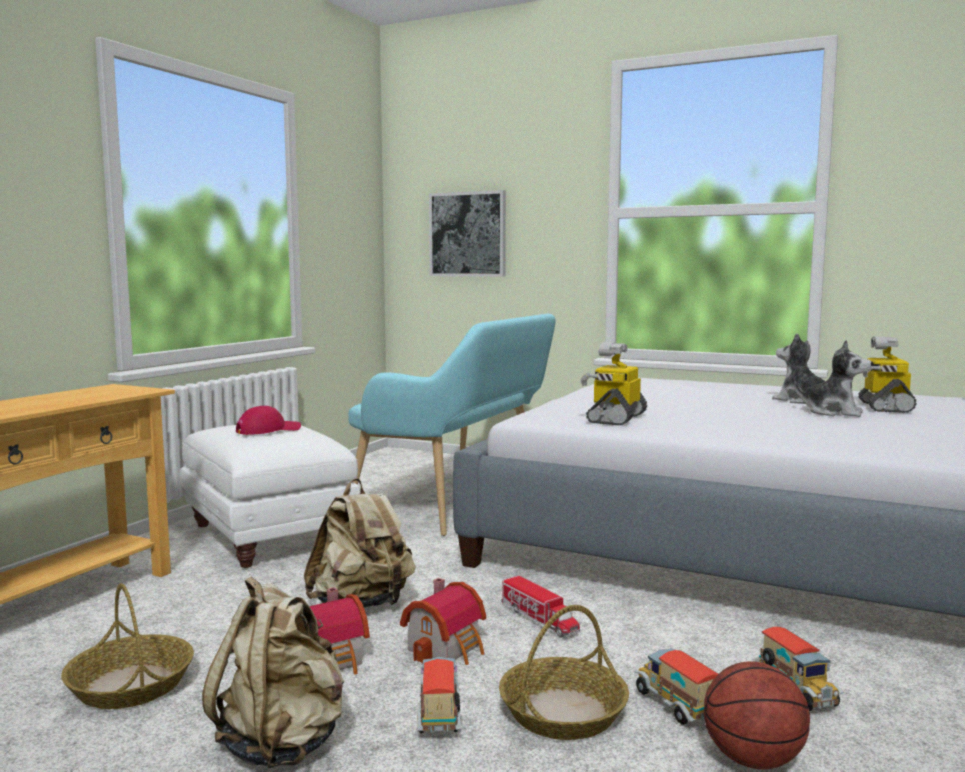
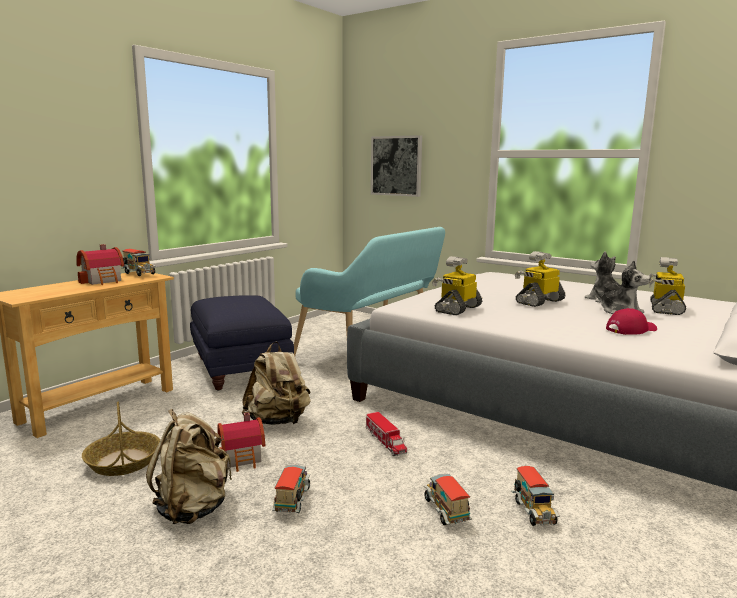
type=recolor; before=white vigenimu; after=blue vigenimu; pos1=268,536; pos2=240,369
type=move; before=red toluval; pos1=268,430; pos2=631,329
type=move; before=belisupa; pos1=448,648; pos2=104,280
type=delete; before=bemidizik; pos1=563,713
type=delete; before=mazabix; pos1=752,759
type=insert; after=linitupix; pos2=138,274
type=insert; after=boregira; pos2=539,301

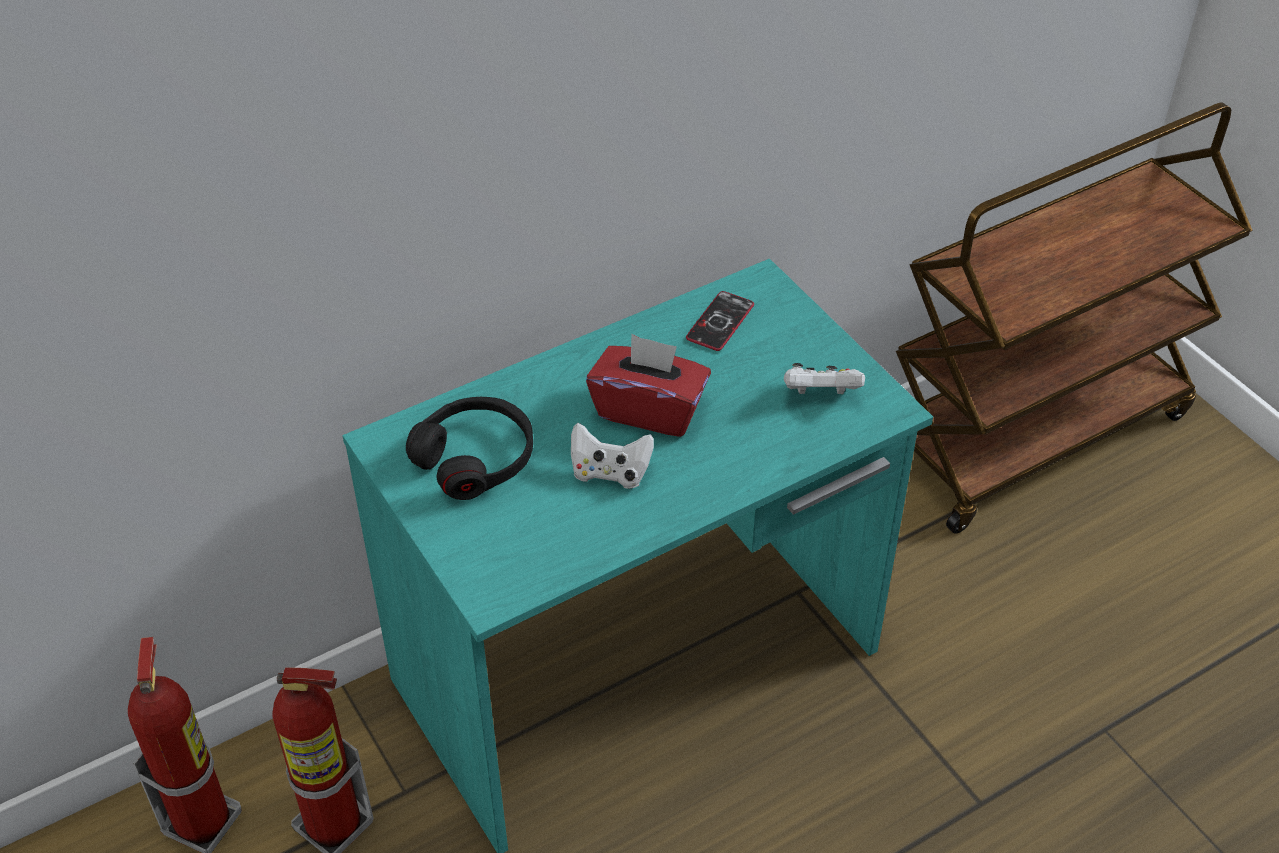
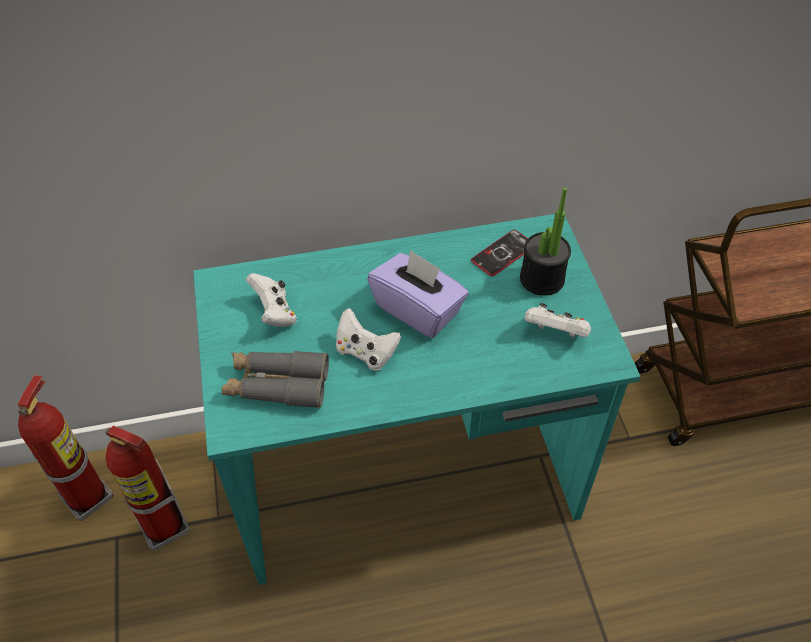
type=replace; before=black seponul; after=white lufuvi; pos1=475,458; pos2=275,313
type=recolor; before=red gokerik; after=purple gokerik; pos1=649,410; pos2=418,309
type=insert; after=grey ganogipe; pos2=277,385
type=insert; after=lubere; pos2=542,279

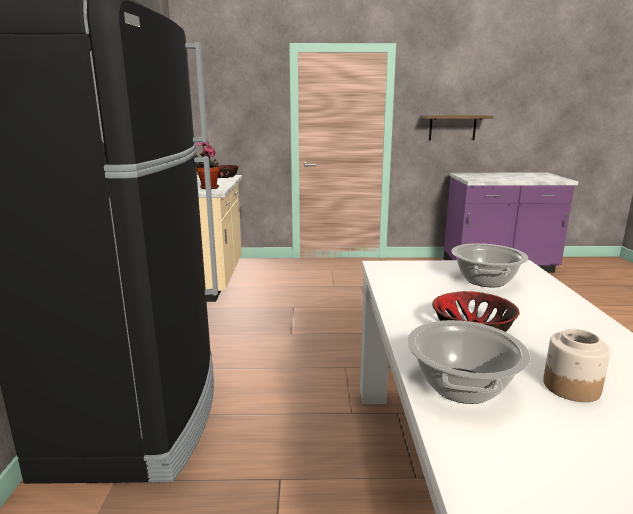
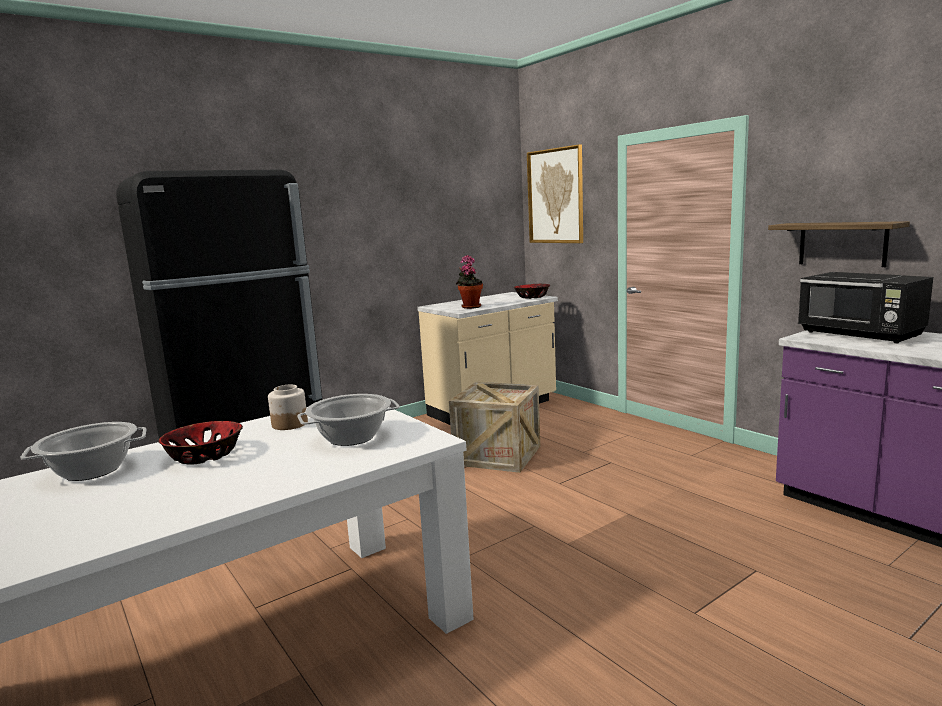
type=move; before=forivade; pos1=571,387; pos2=289,424
type=insert; after=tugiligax; pos2=497,455
type=insert; after=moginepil; pos2=555,196
type=insert; after=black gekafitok; pos2=860,334

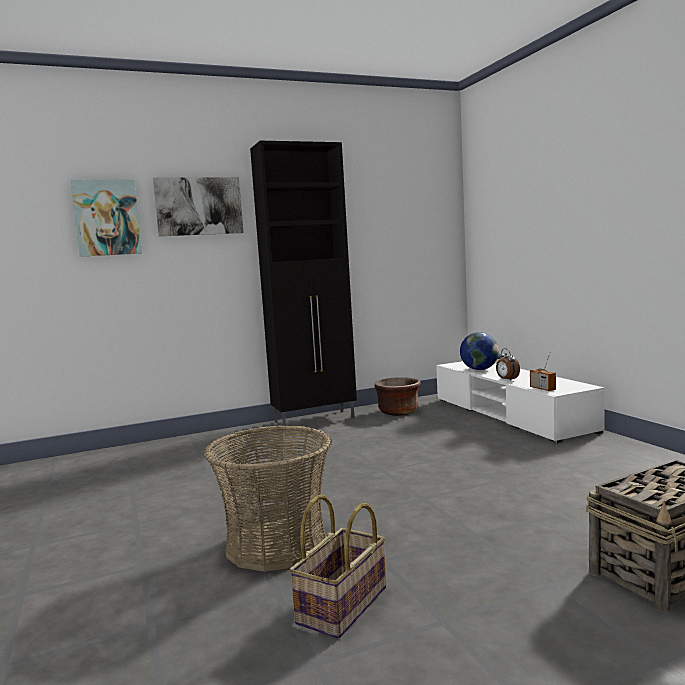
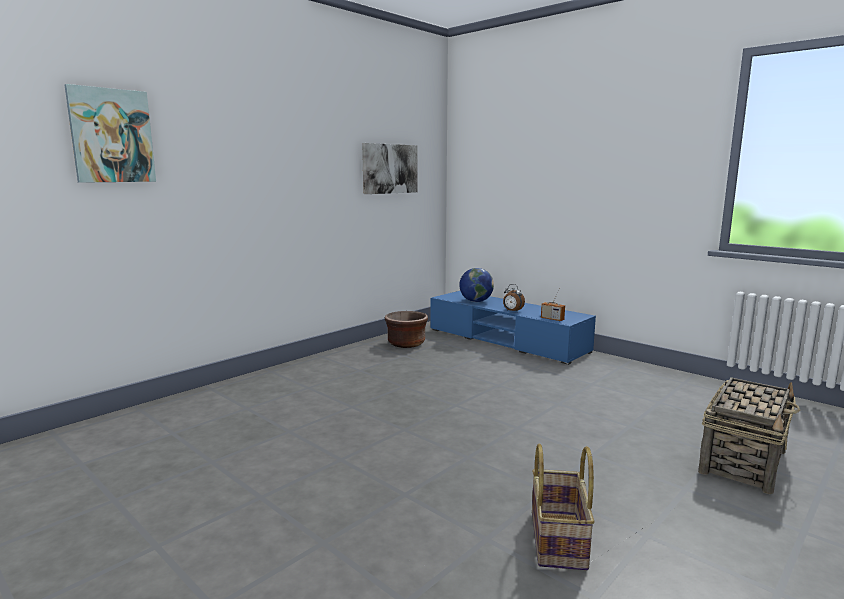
type=move; before=moginepil; pos1=199,206; pos2=389,168
type=delete; before=bemidizik; pos1=276,544
type=delete; before=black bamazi; pos1=316,420
type=recolor; before=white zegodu; after=blue zegodu; pos1=510,414; pos2=506,340

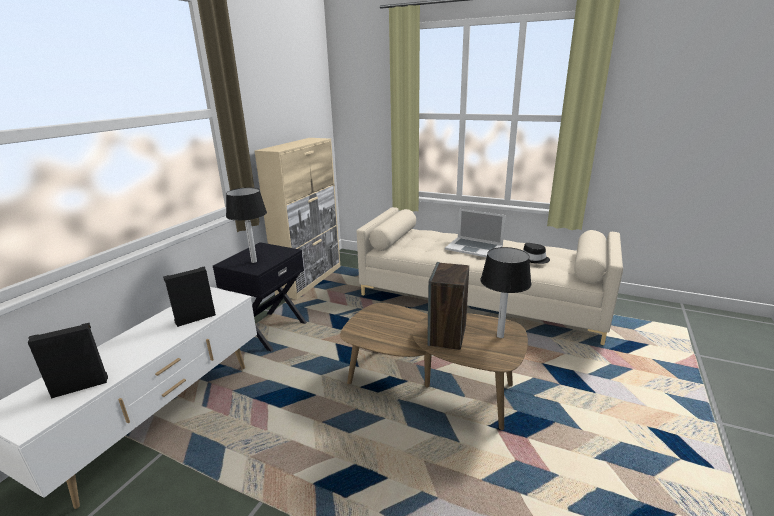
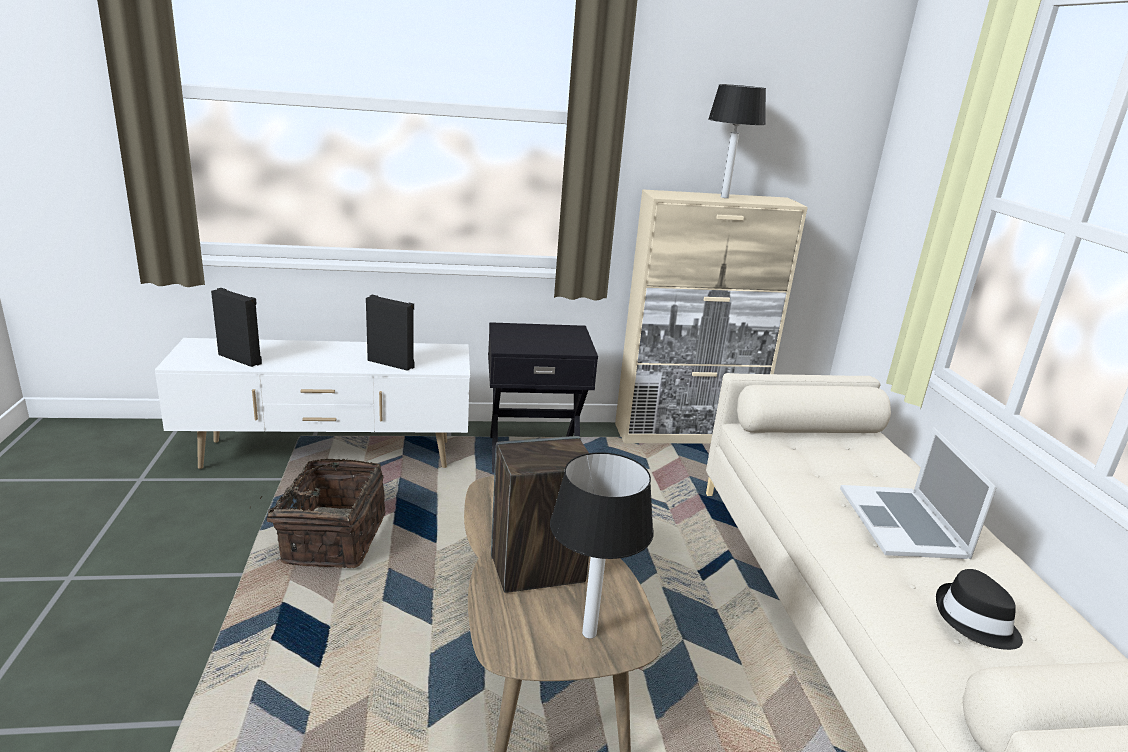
type=move; before=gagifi; pos1=254,261; pos2=724,197
type=insert; after=bemidizik; pos2=331,538

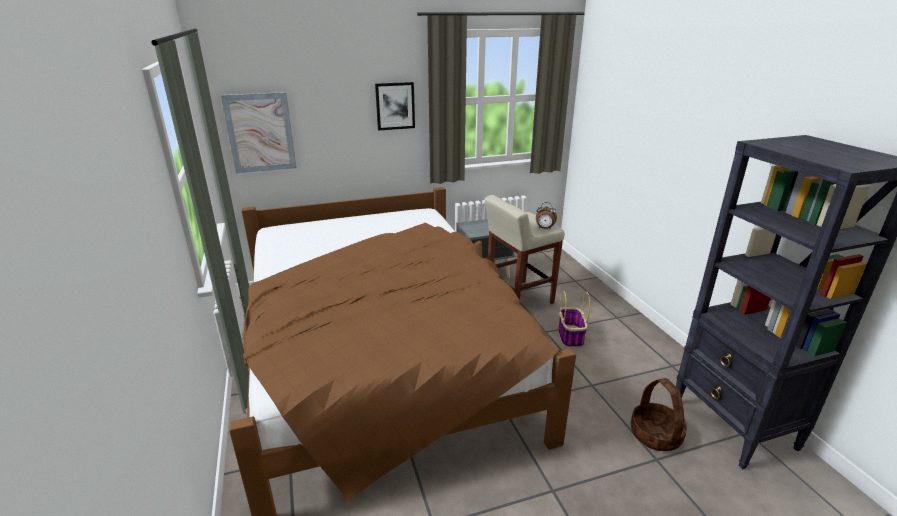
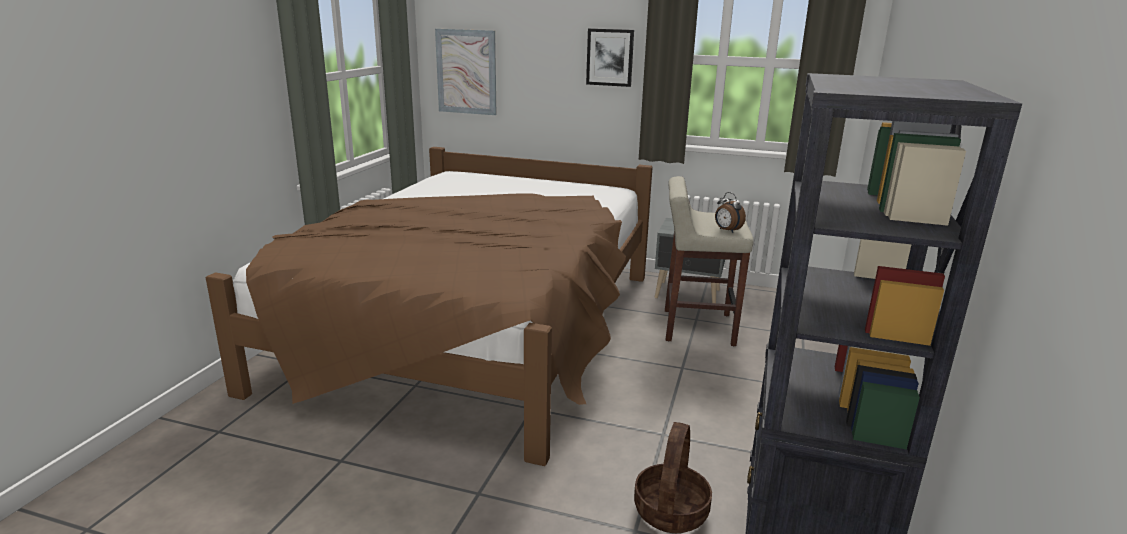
type=delete; before=bemidizik; pos1=571,337

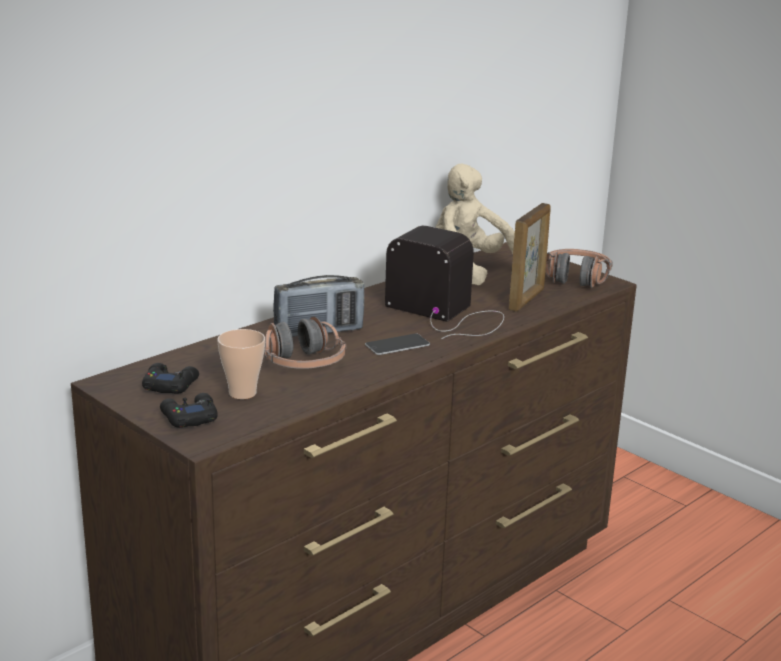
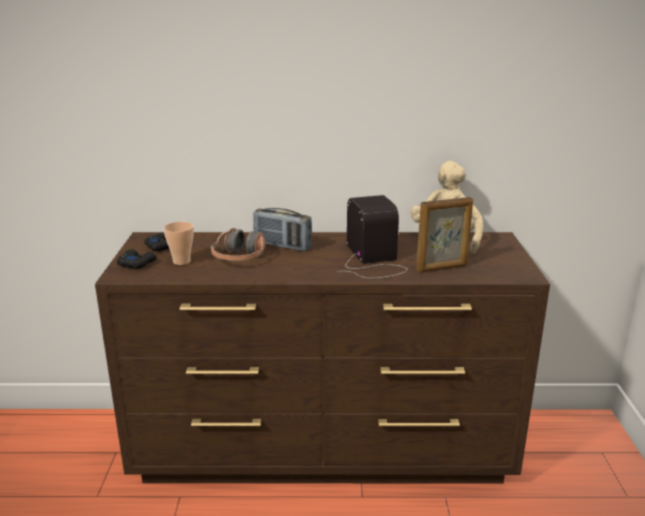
type=delete; before=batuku; pos1=397,345
type=delete; before=seponul; pos1=576,278

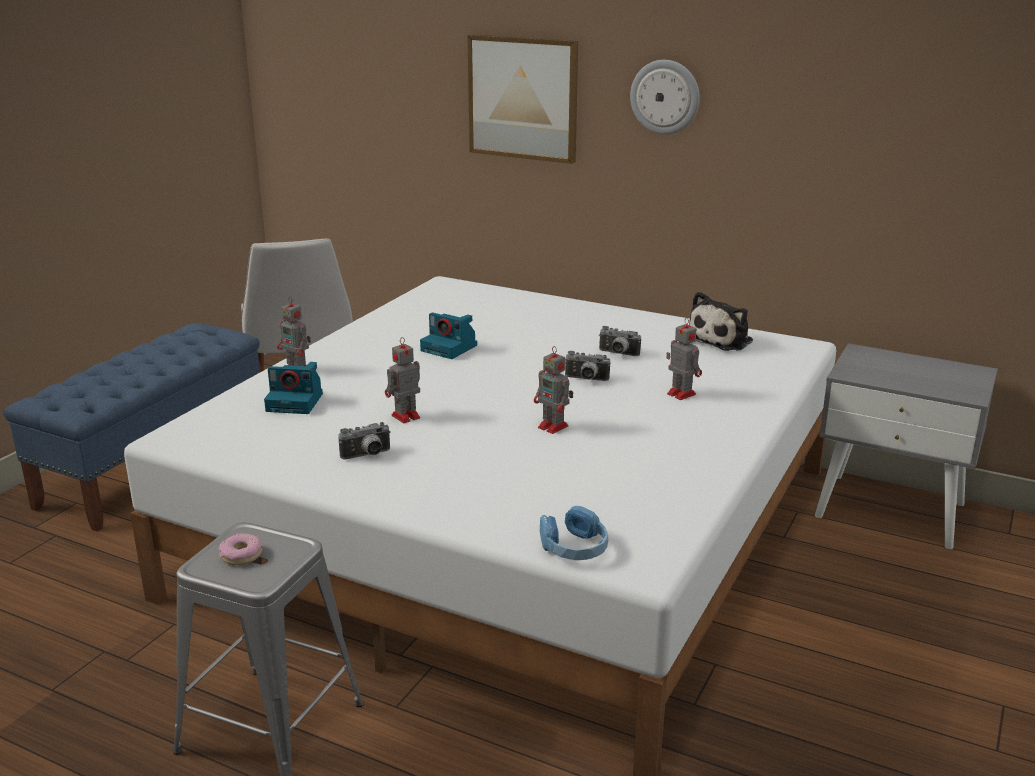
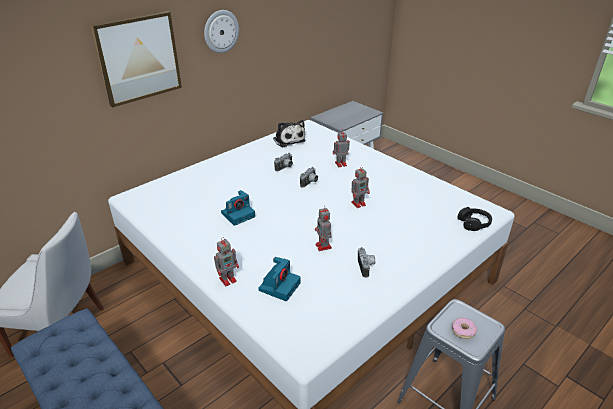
type=recolor; before=blue seponul; after=black seponul; pos1=573,548; pos2=474,223

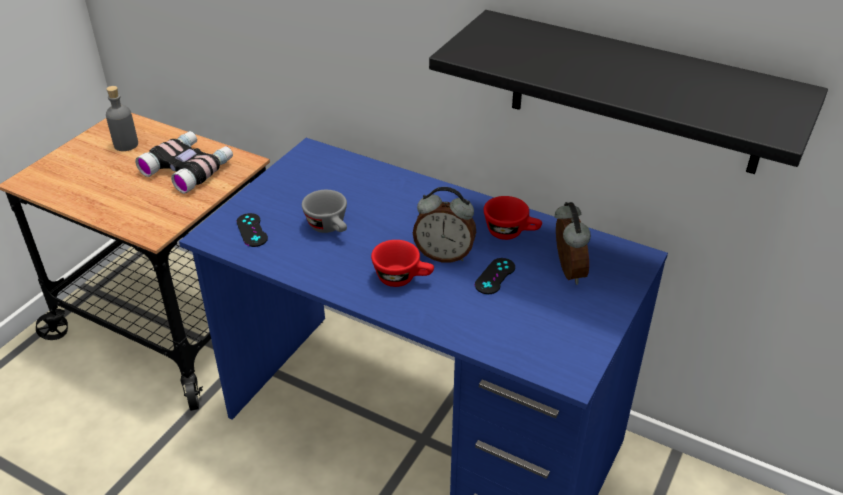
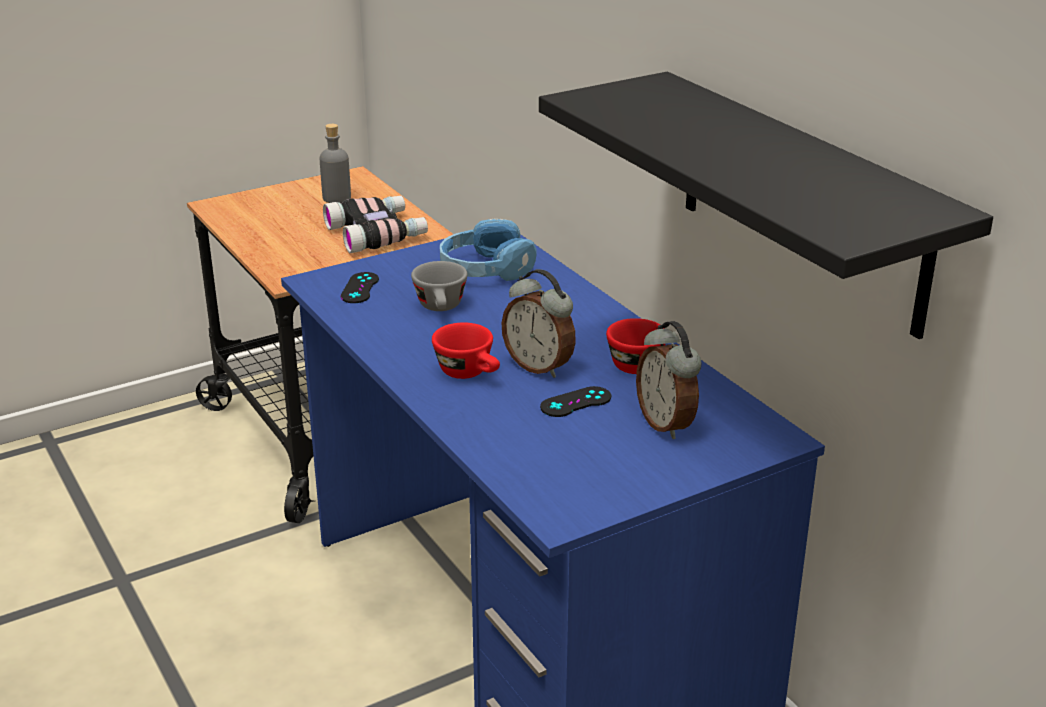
type=rotate; before=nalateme; pos1=566,272; pos2=667,424; turn=135
type=insert; after=blue seponul; pos2=485,269

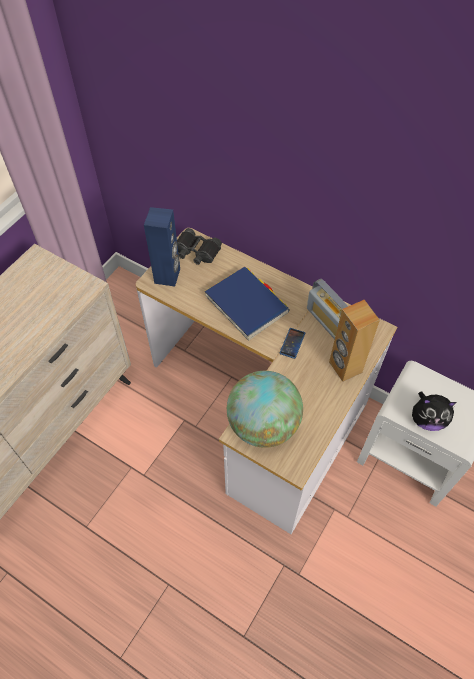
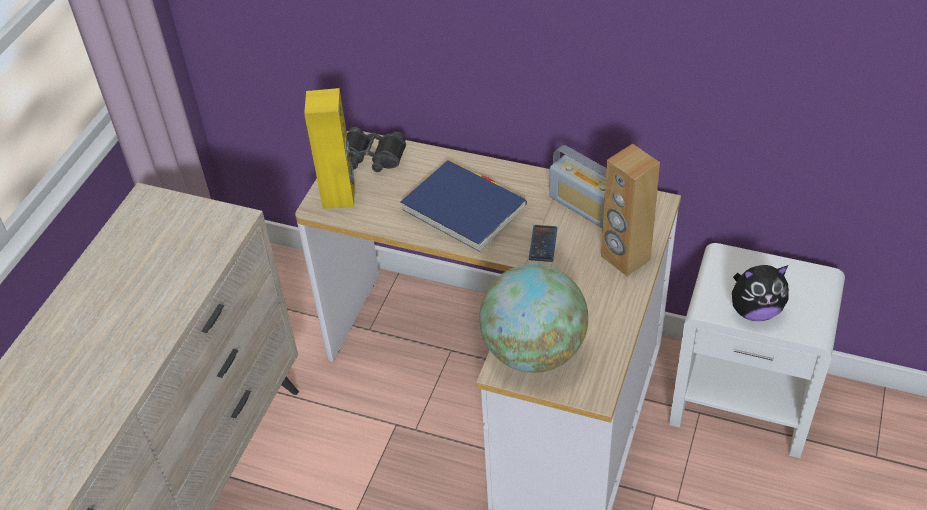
type=recolor; before=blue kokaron; after=yellow kokaron; pos1=167,276; pos2=339,195

